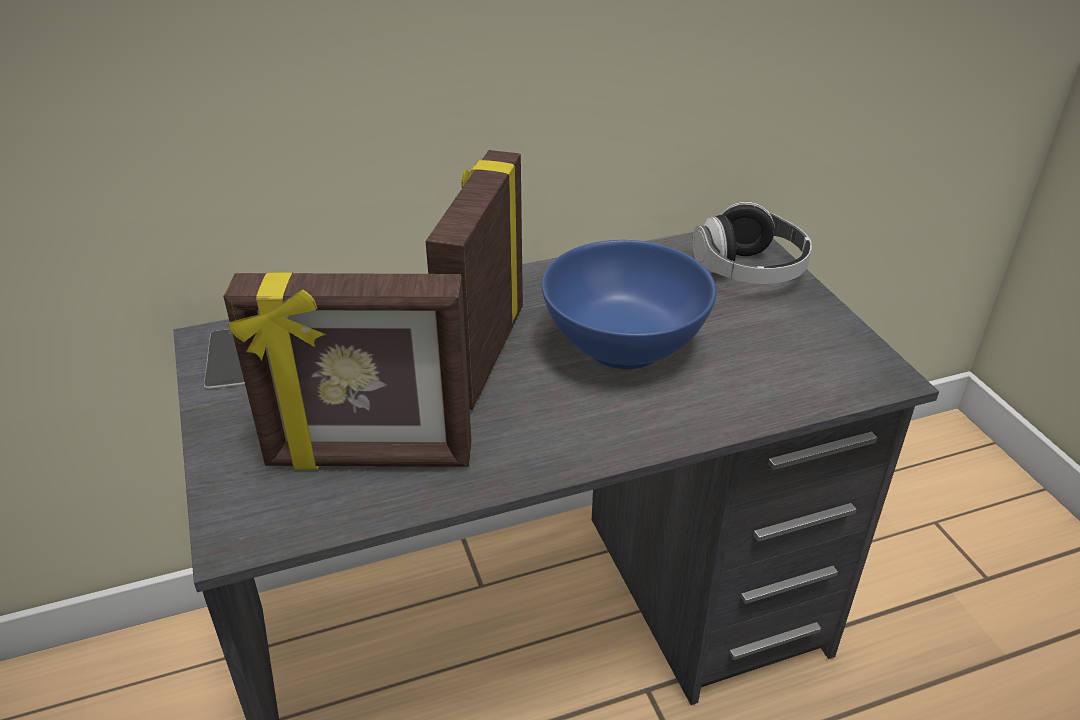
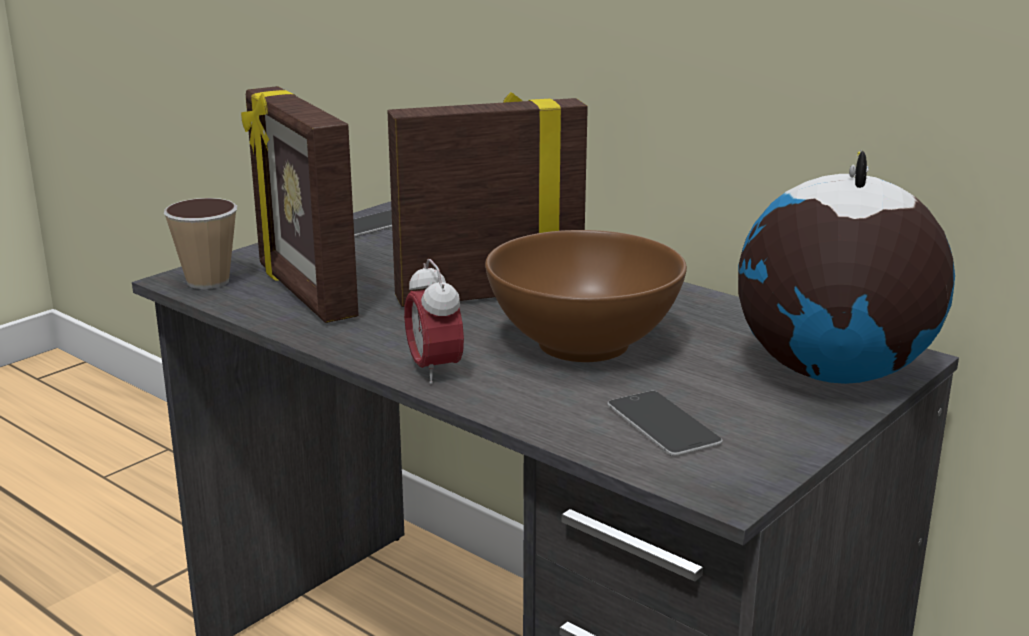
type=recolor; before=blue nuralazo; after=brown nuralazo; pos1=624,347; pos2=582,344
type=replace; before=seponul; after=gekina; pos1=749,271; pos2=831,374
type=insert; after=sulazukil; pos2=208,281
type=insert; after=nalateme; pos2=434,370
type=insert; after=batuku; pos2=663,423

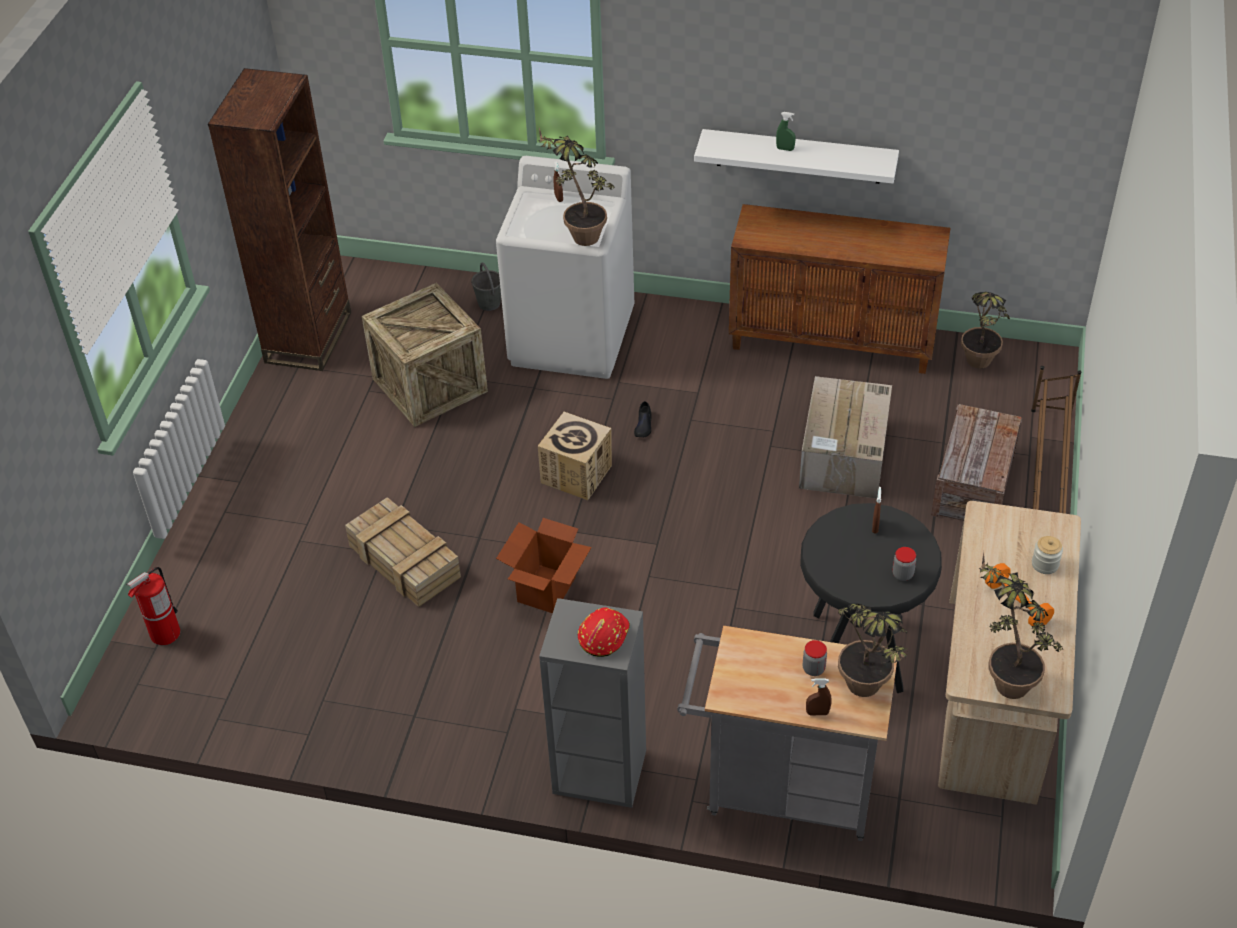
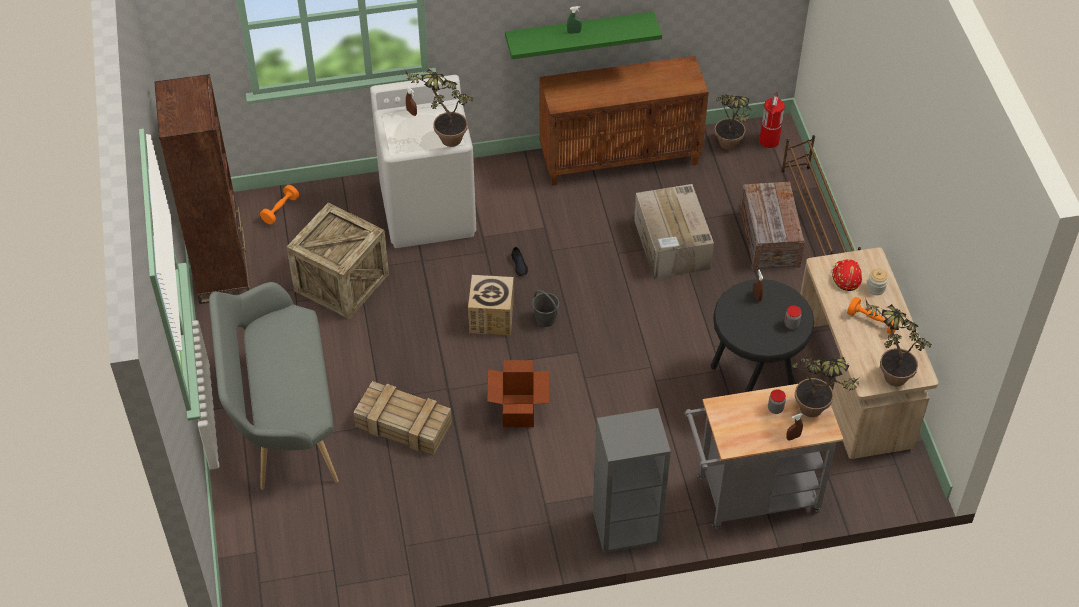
type=move; before=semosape; pos1=165,634; pos2=769,141
type=move; before=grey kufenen; pos1=489,303; pos2=545,319
type=move; before=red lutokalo; pos1=603,635; pos2=845,277
type=recolor; before=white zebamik; after=green zebamik; pos1=798,156; pos2=579,33
type=insert; after=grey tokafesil; pos2=283,420
type=insert; after=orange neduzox; pos2=280,210

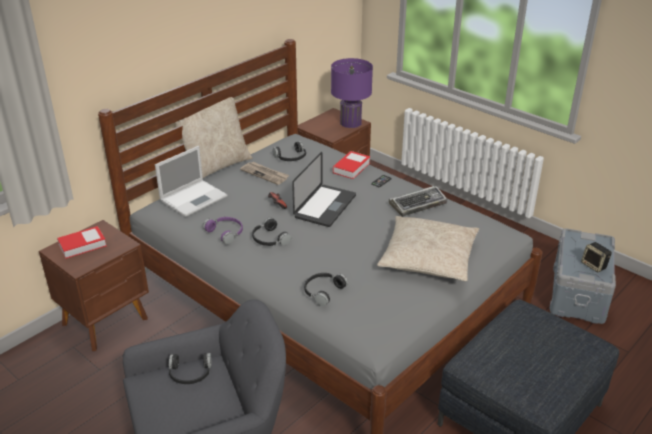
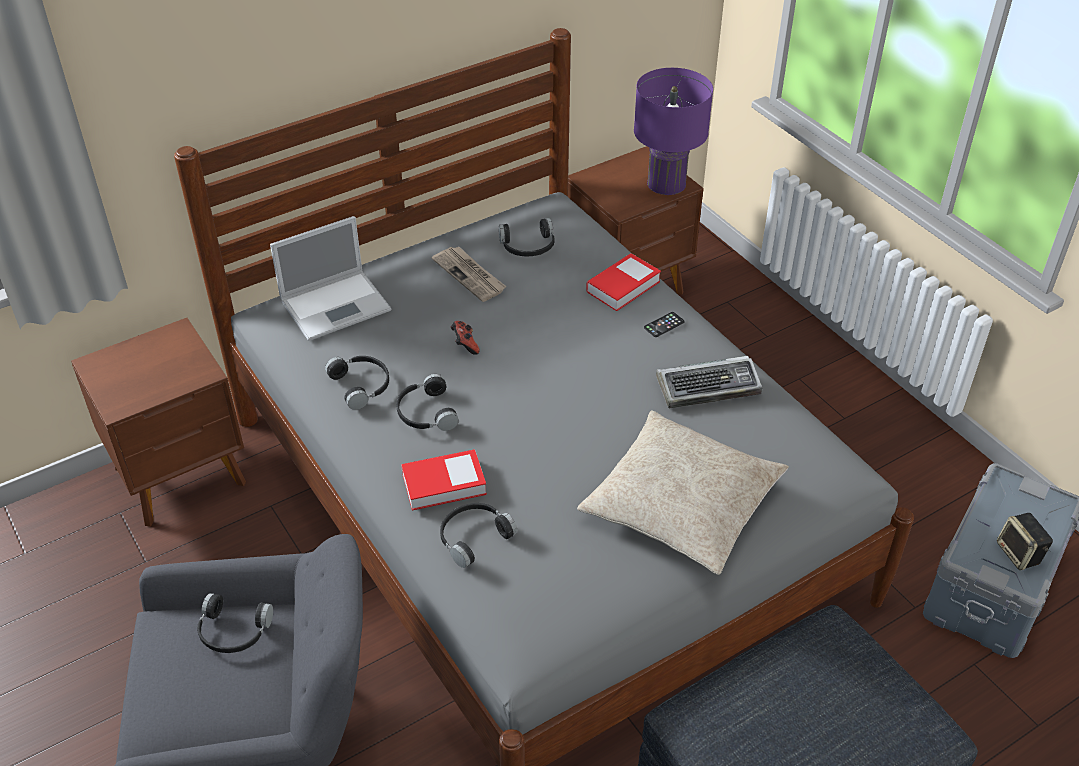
type=move; before=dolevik; pos1=82,245; pos2=444,484
type=delete; before=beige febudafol; pos1=215,166
type=recolor; before=purple seponul; after=black seponul; pos1=226,232; pos2=362,385
type=delete; before=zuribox; pos1=325,206

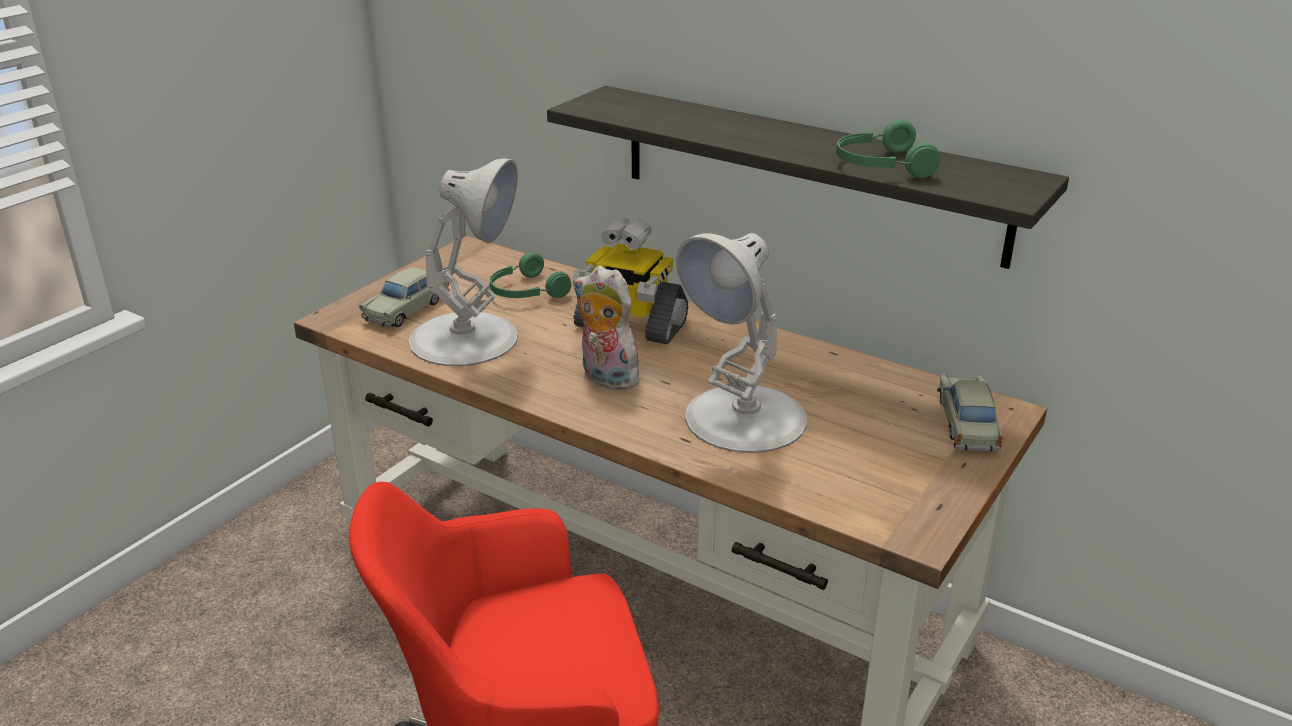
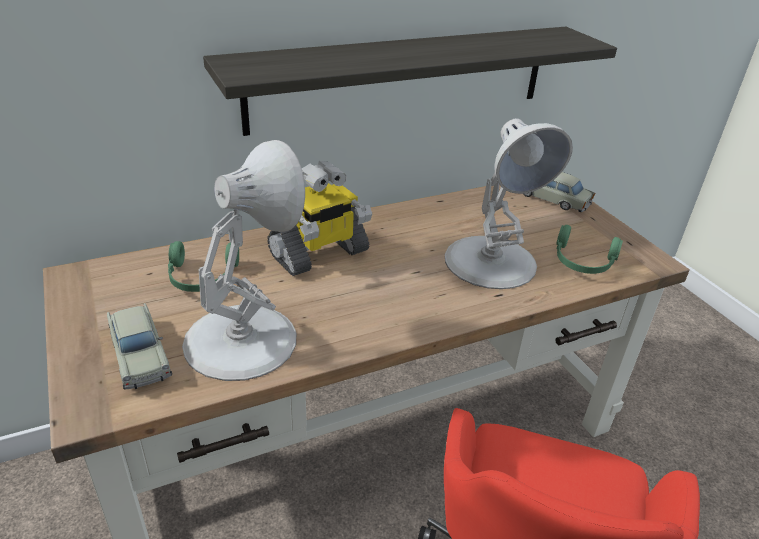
type=delete; before=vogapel; pos1=605,378
type=move; before=green seponul; pos1=880,165; pos2=582,262

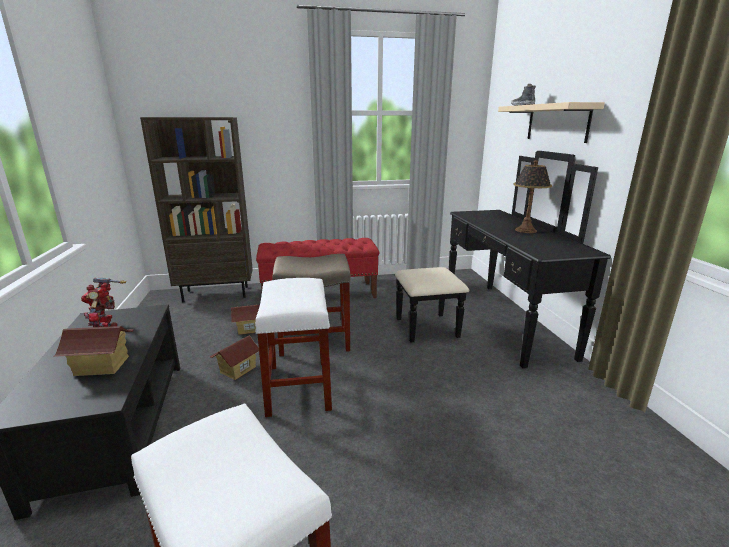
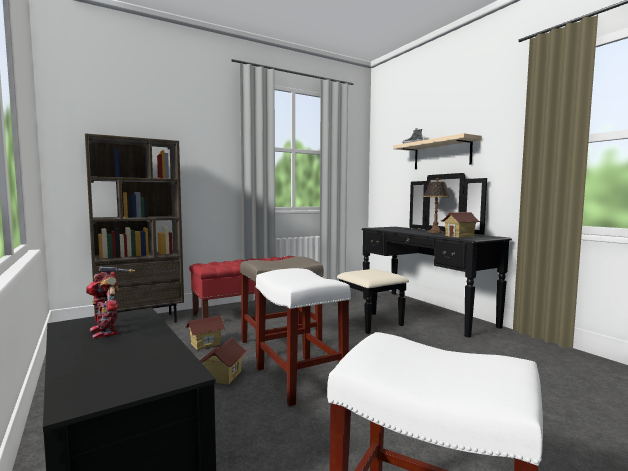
type=move; before=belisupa; pos1=102,366; pos2=459,236

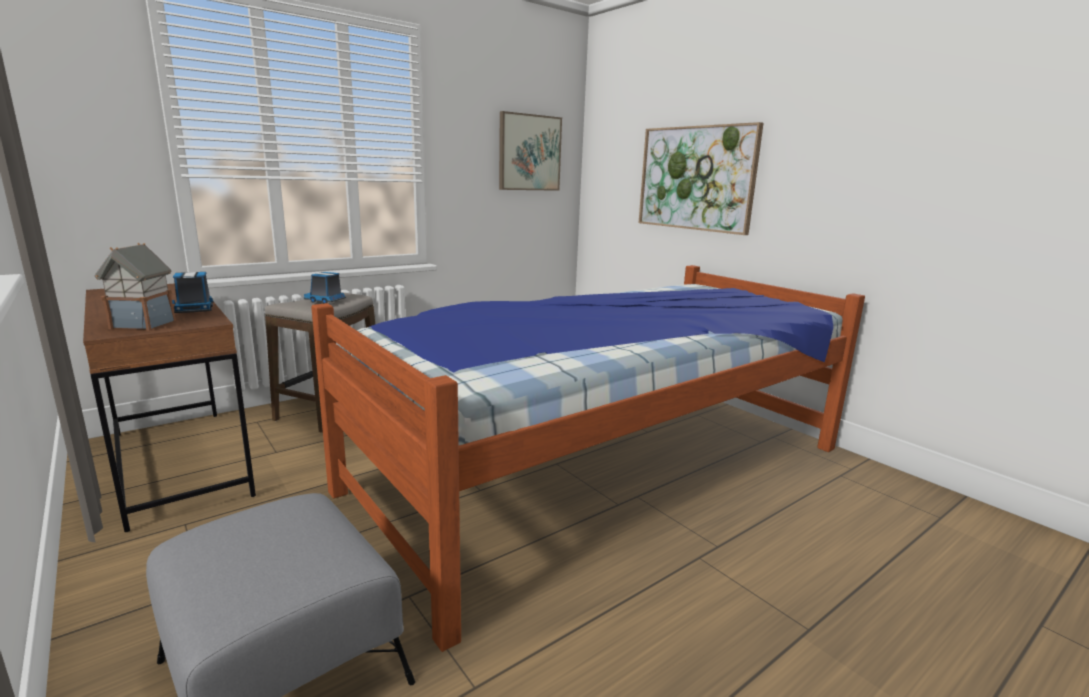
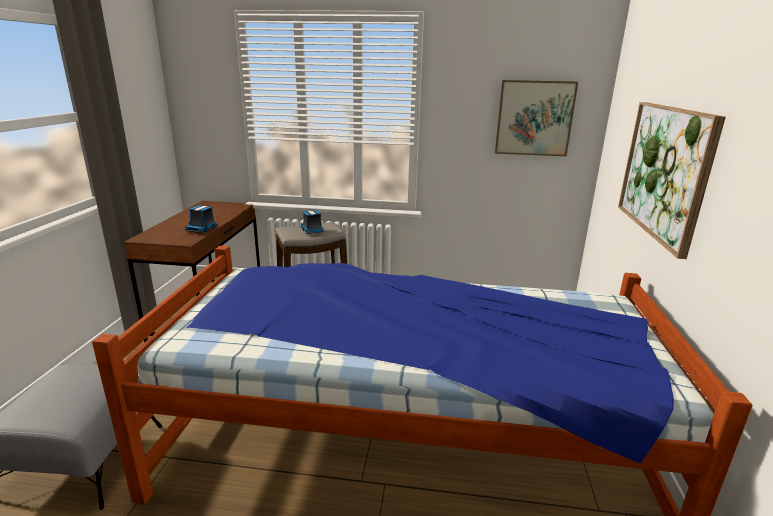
type=delete; before=belisupa; pos1=143,324

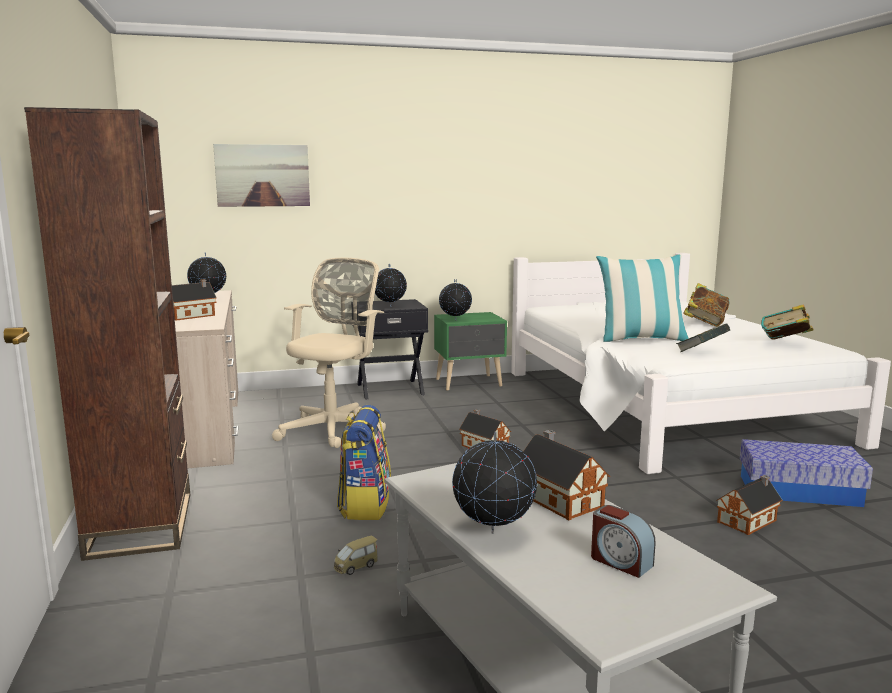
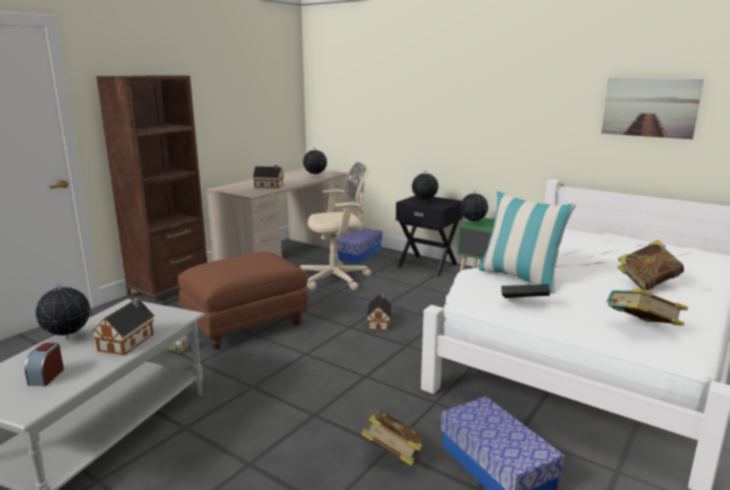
type=move; before=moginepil; pos1=262,175; pos2=649,107
type=replace; before=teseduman; after=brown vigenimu; pos1=364,505; pos2=247,324
type=replace; before=belisupa; after=dolevik; pos1=748,521; pos2=392,455
type=insert; after=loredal; pos2=358,254

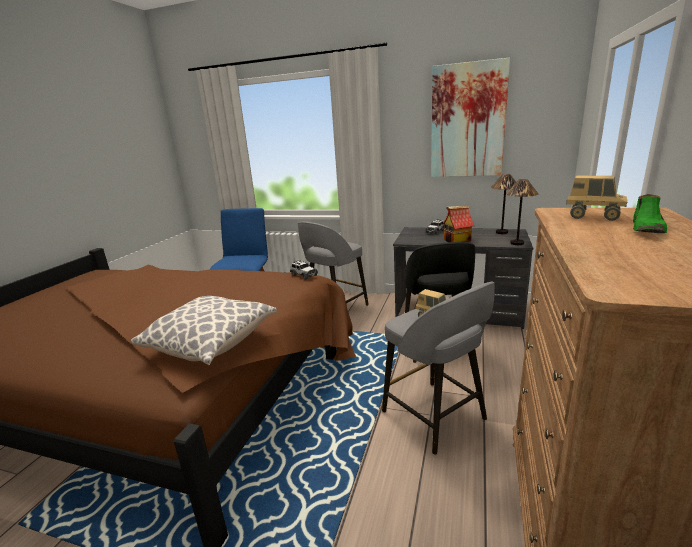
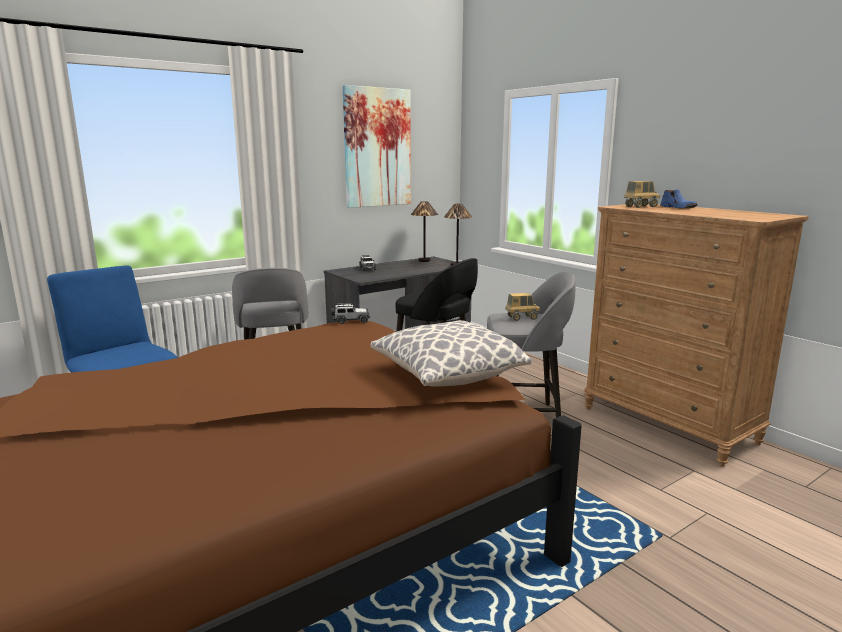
type=delete; before=belisupa; pos1=457,240
type=recolor; before=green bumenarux; after=blue bumenarux; pos1=647,229; pos2=678,208

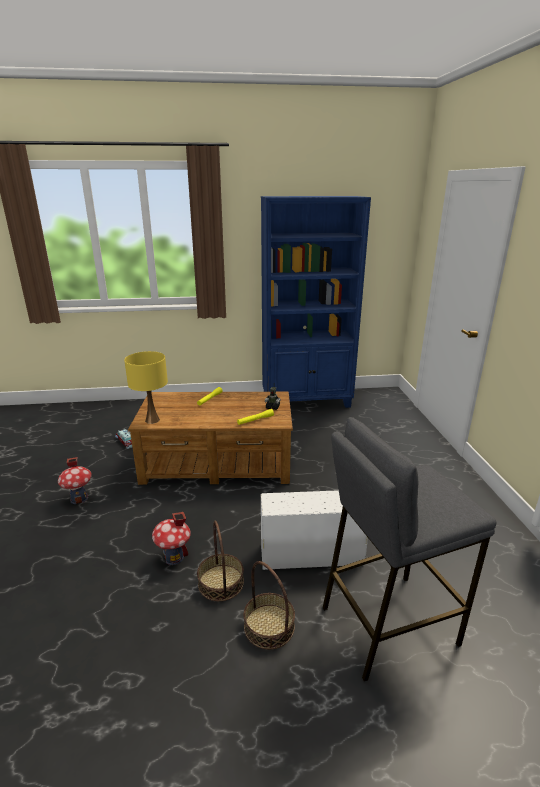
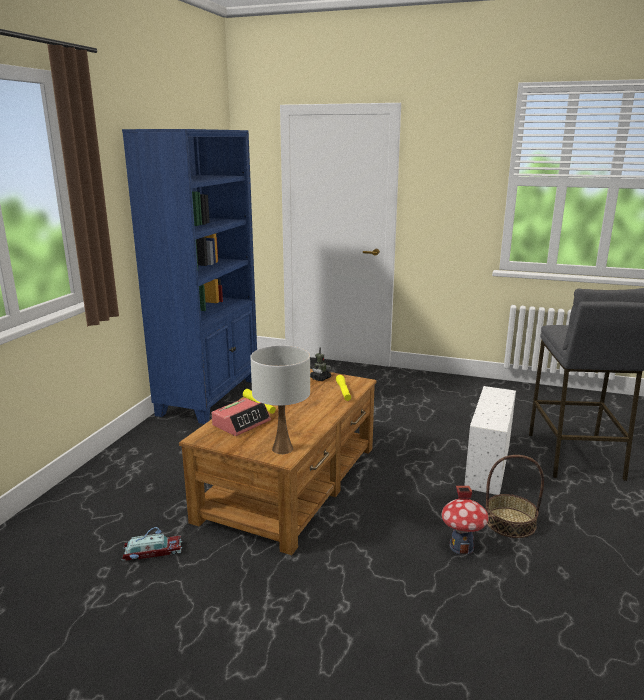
type=delete; before=belisupa; pos1=79,498
type=recolor; before=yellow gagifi; after=white gagifi; pos1=152,420; pos2=282,449
type=delete; before=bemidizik; pos1=269,626
type=insert; after=nalateme; pos2=241,423

